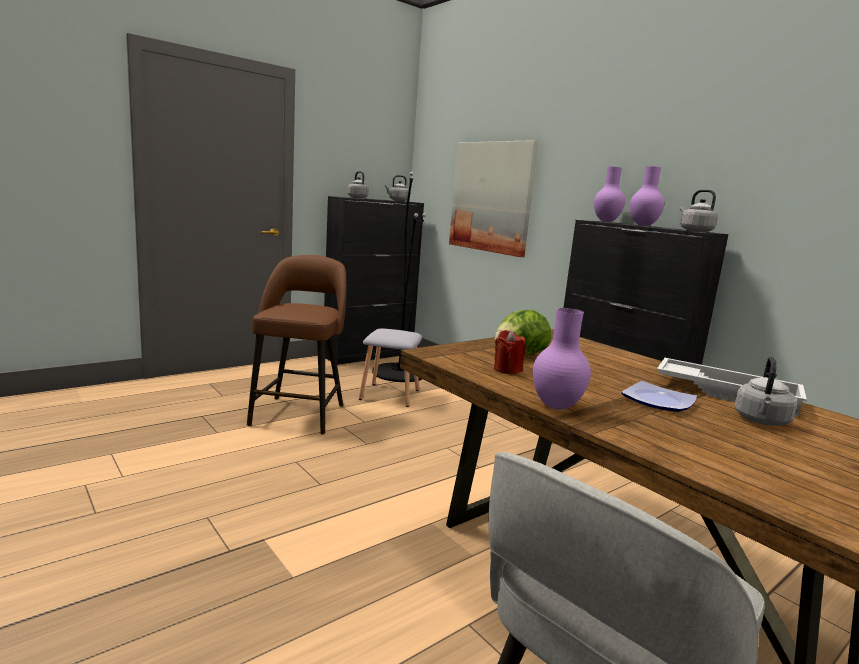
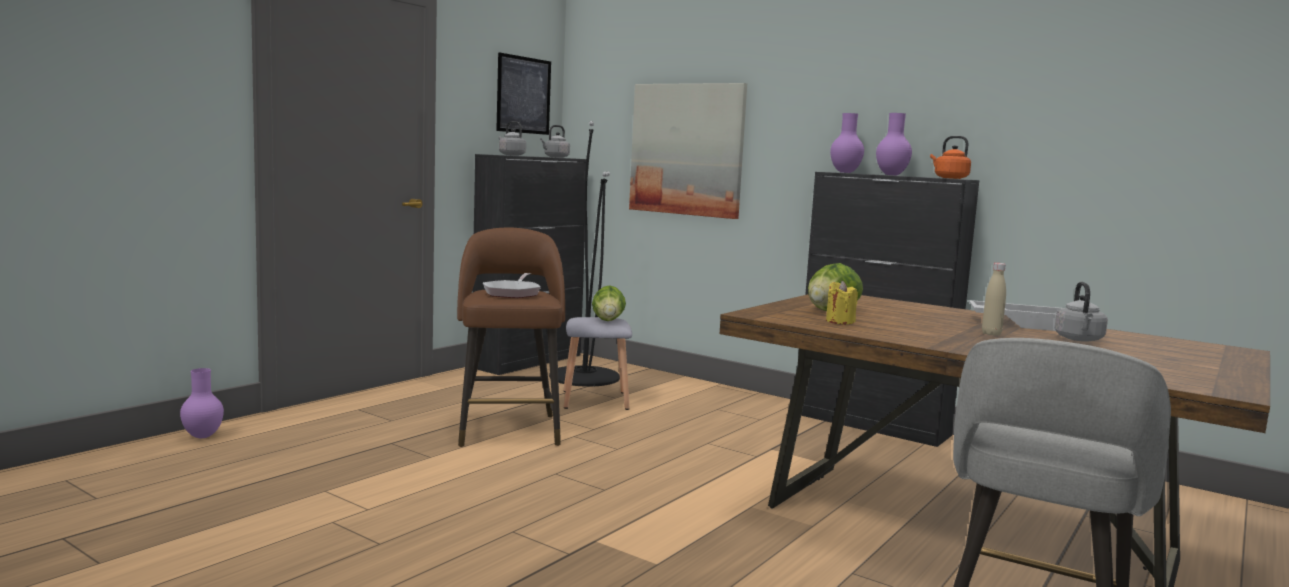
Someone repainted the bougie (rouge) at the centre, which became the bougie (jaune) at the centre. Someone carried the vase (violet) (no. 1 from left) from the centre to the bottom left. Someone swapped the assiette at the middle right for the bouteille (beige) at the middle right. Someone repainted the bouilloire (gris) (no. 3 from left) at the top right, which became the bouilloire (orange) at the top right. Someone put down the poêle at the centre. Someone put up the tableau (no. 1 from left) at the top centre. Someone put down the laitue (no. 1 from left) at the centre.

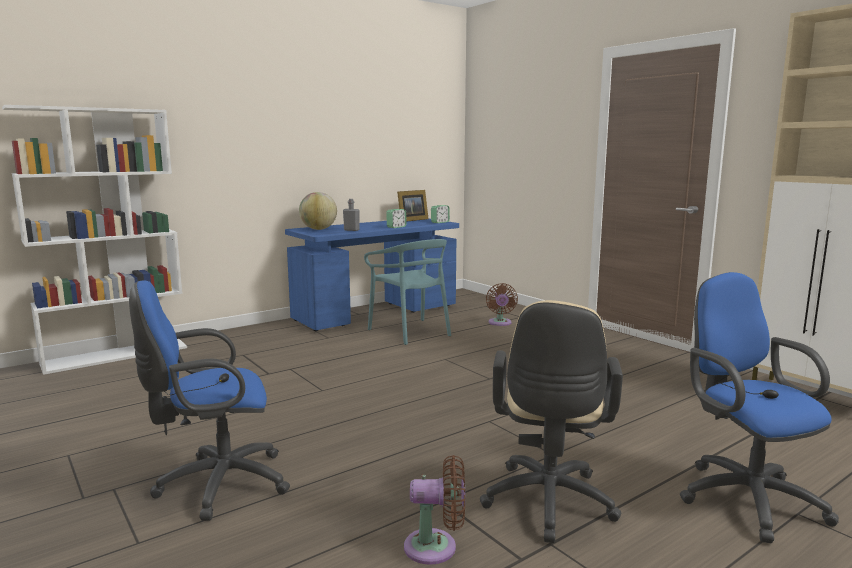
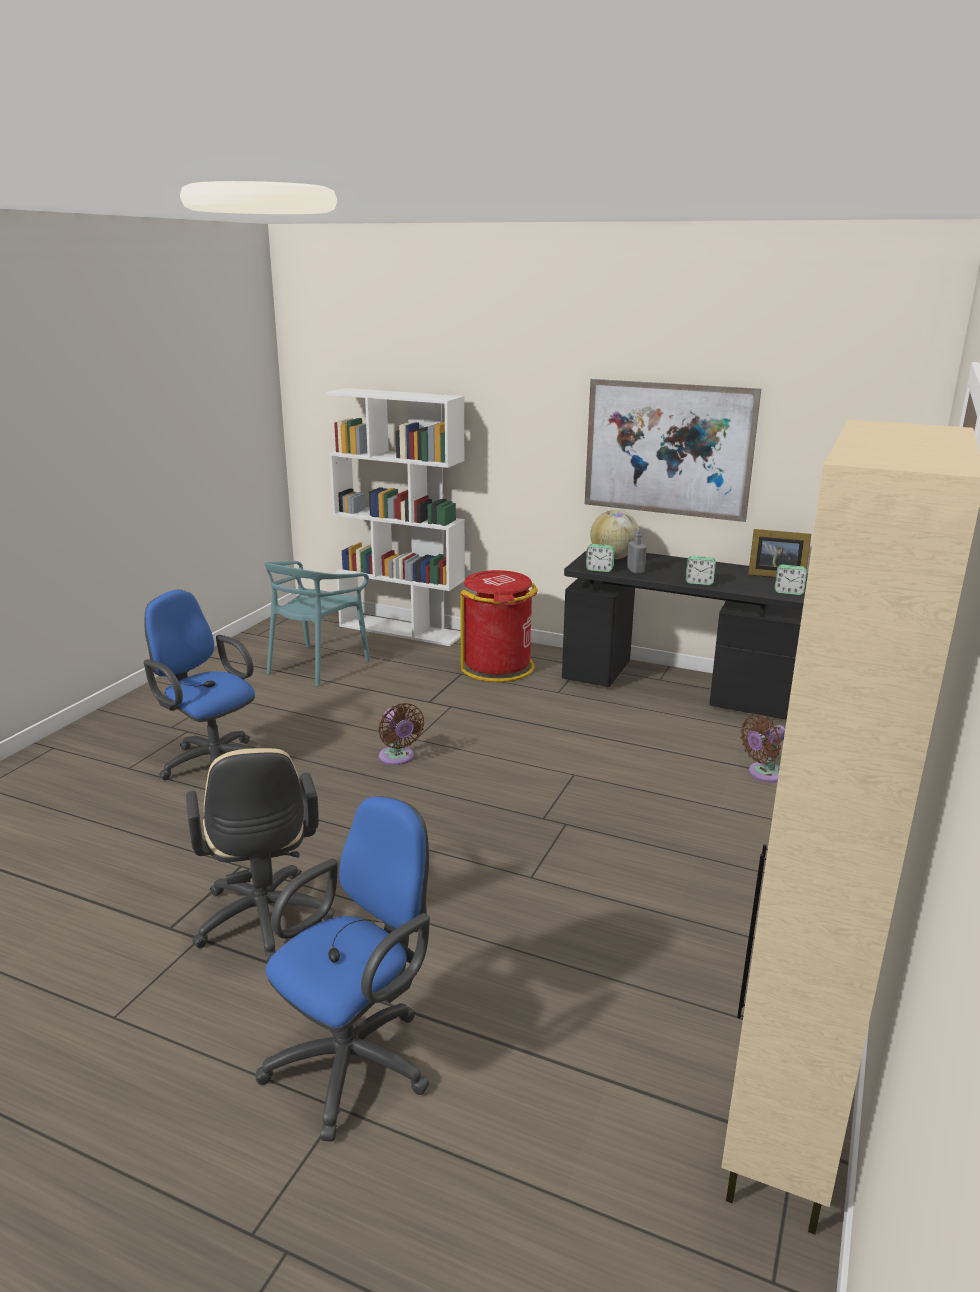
Someone repainted the bureau (bleu) at the centre, which became the bureau (noir) at the middle right. Someone carried the chaise (turquoise) from the centre to the middle left. Someone carried the ventilateur (marron) (no. 1 from left) from the bottom centre to the centre. Someone rotated the chaise de bureau (beige) at the bottom centre by 90 degrees counterclockwise. Someone put down the poubelle (rouge) at the centre. Someone put up the tableau at the middle right. Someone put down the réveil (no. 1 from left) at the centre.

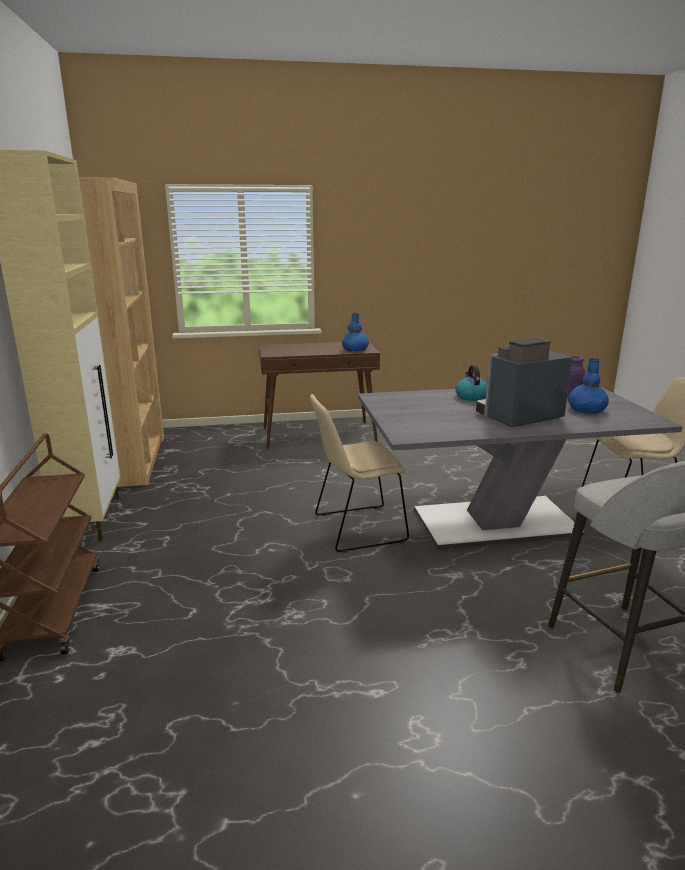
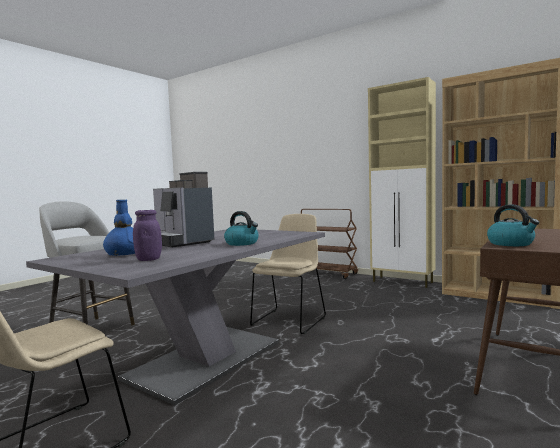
Someone swapped the vase (bleu) (no. 1 from left) at the centre for the bouilloire (no. 2 from left) at the middle right. Someone rotated the machine à café at the middle right by 120 degrees clockwise.

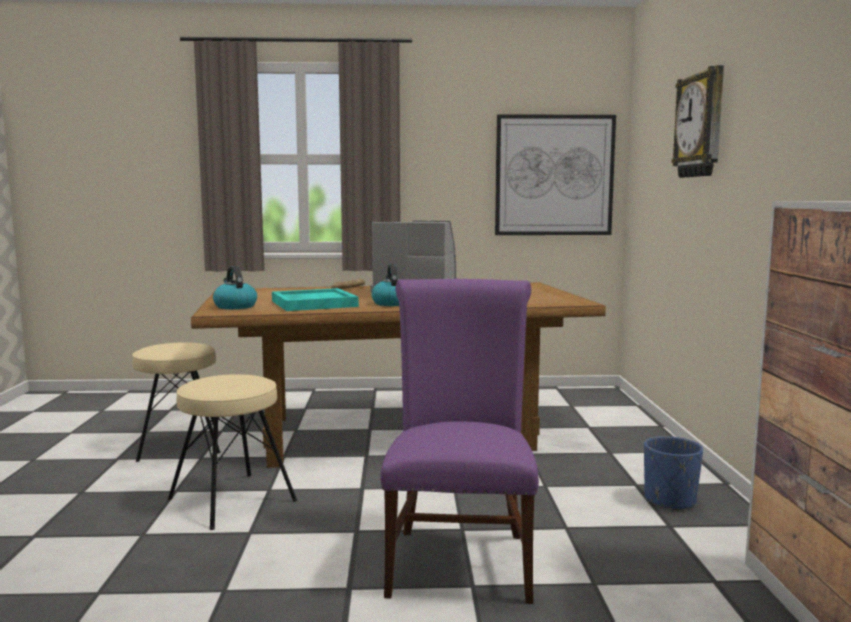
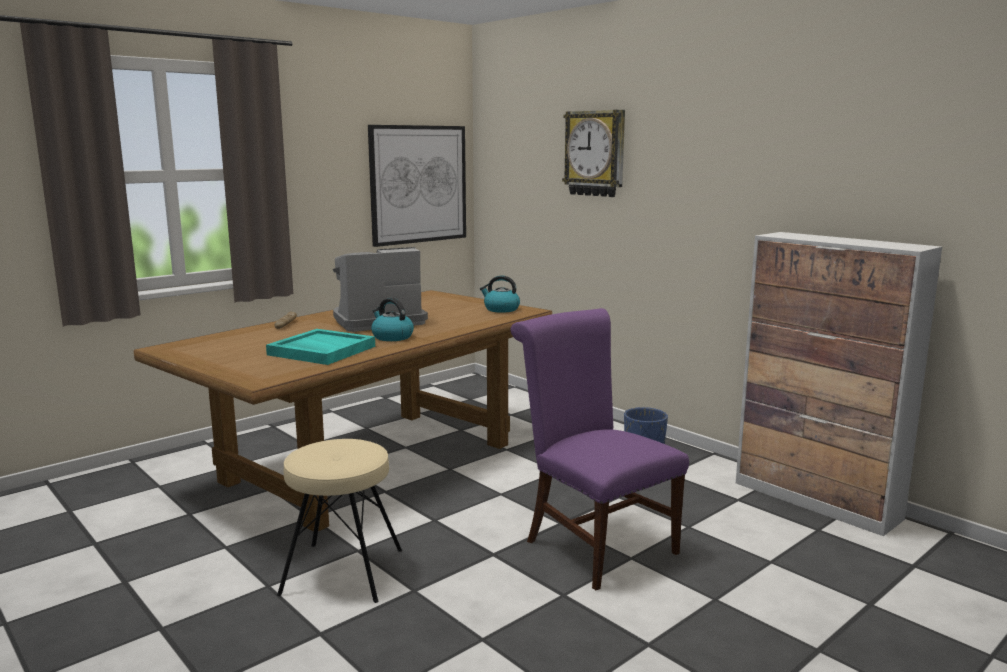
Someone took away the tabouret (beige) (no. 1 from left) at the middle left. Someone carried the bouilloire (no. 1 from left in the first image) from the middle left to the centre.

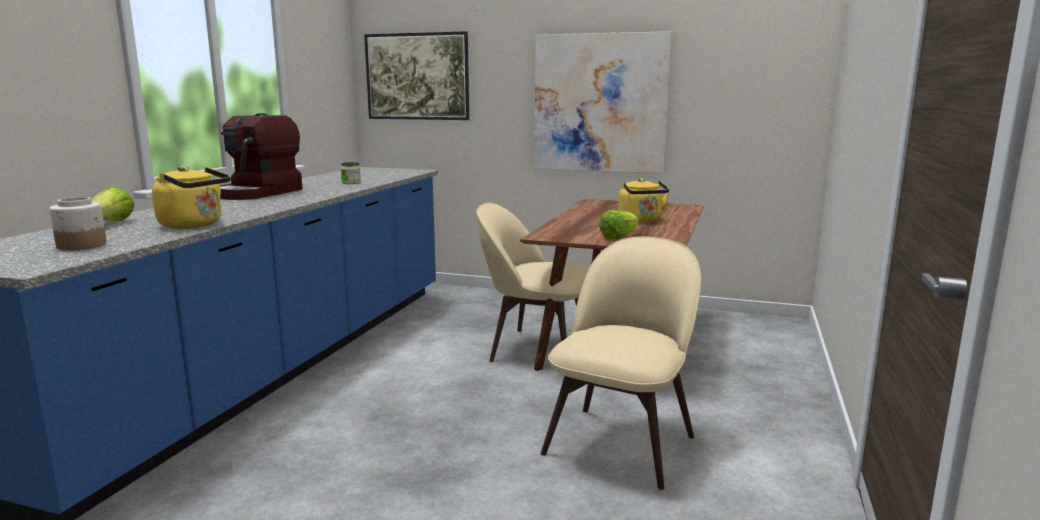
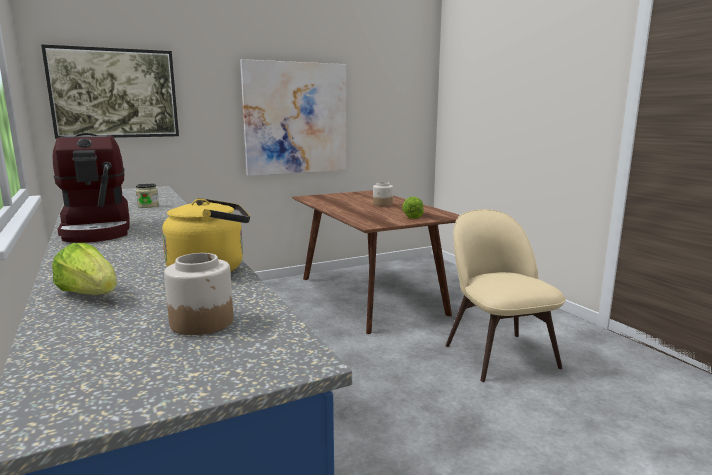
Someone took away the chaise (beige) (no. 1 from left) at the centre. Someone swapped the bouilloire (jaune) (no. 2 from left) at the centre for the bocal (no. 3 from left) at the centre.

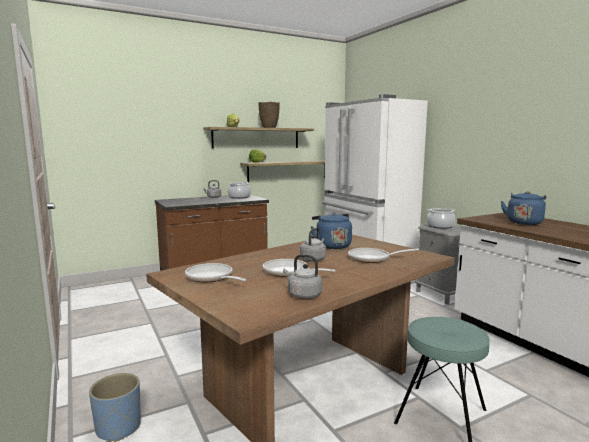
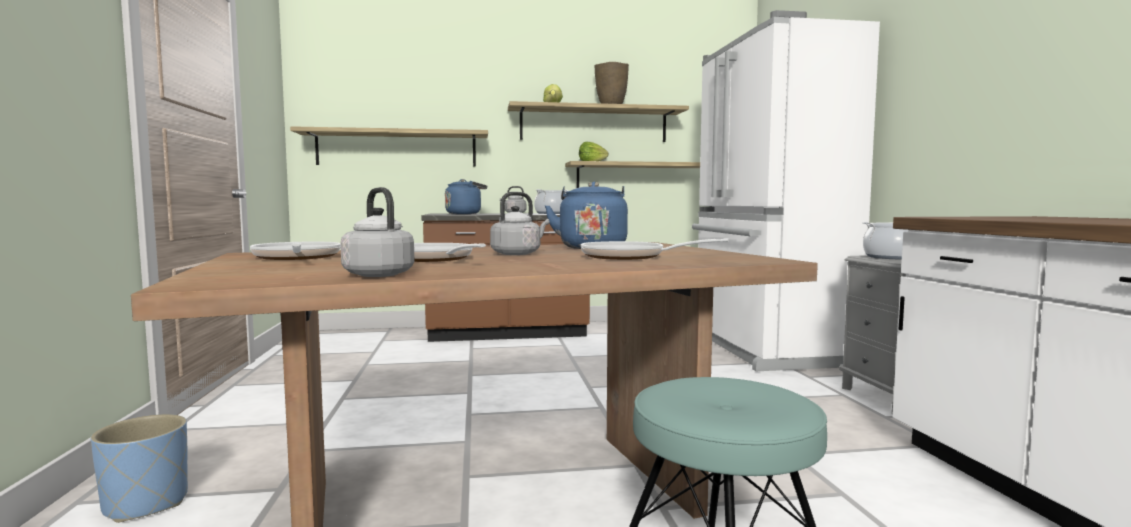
Someone carried the bouilloire (bleu) (no. 2 from left in the first image) from the middle right to the centre. Someone put up the étagère (no. 1 from left) at the top centre.

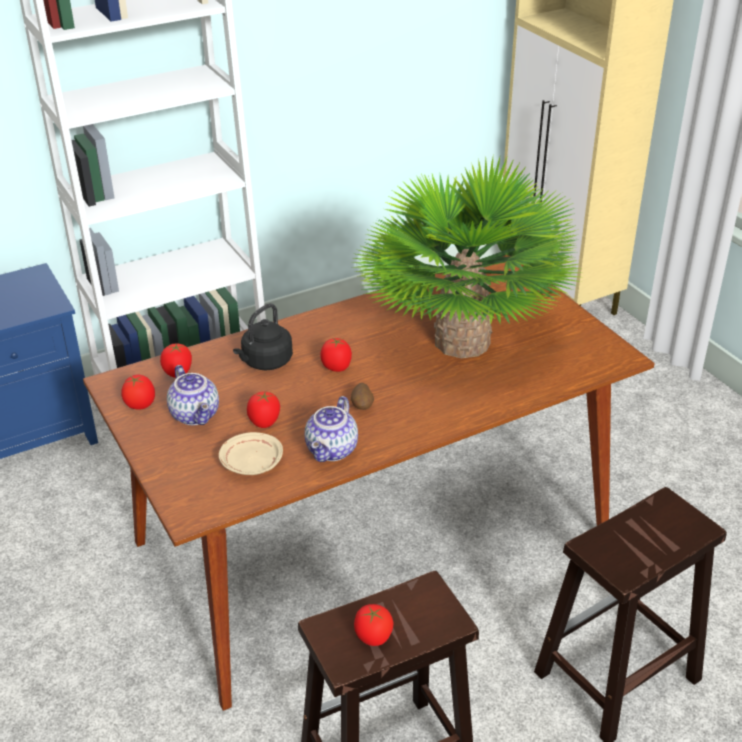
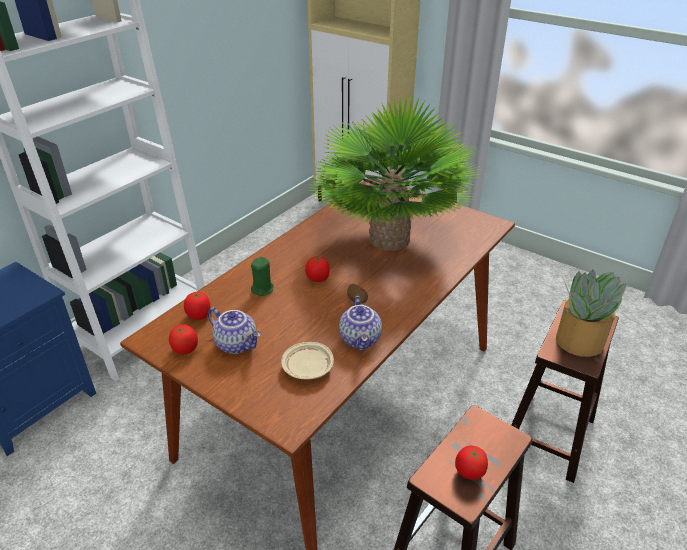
Someone swapped the bouilloire (noir) at the centre for the bougie (vert) at the centre. Someone took away the tomate (no. 3 from left) at the centre. Someone put down the plante en pot (no. 2 from left) at the middle right.

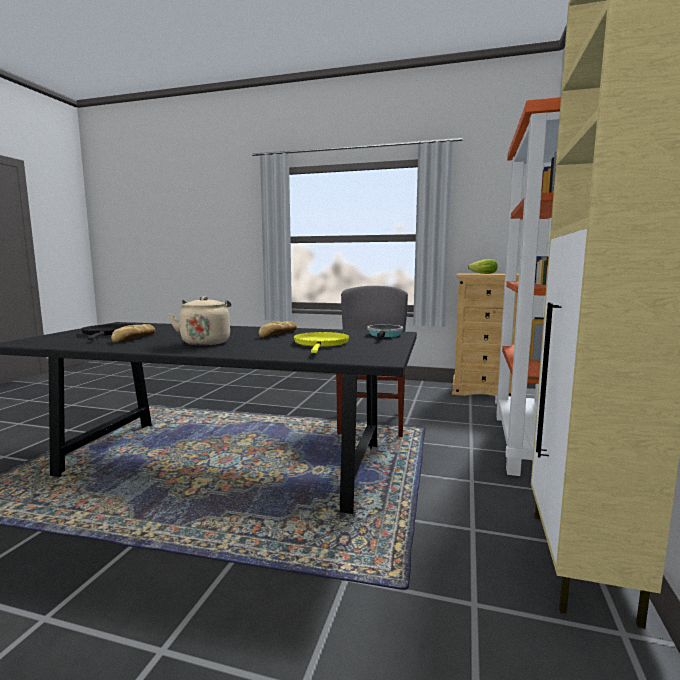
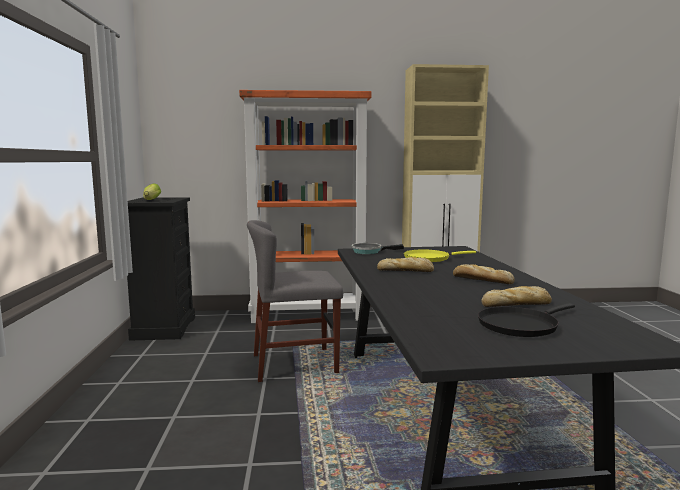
Someone swapped the bouilloire (beige) at the middle left for the pain (no. 2 from left) at the middle right. Someone repainted the commode (beige) at the middle right, which became the commode (noir) at the middle left.

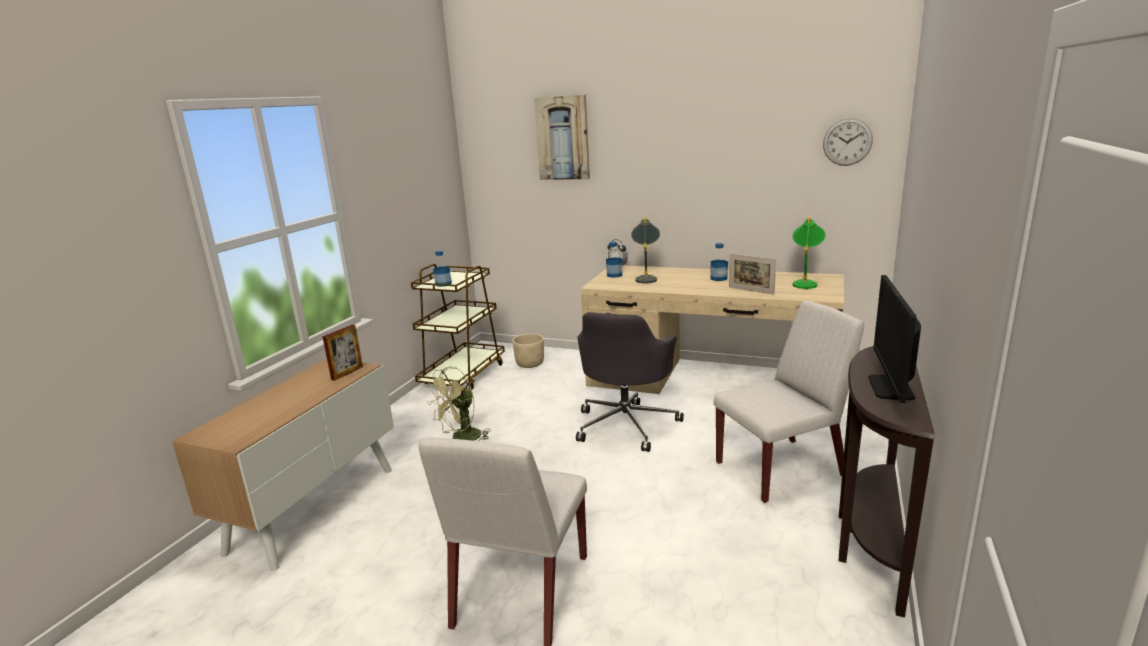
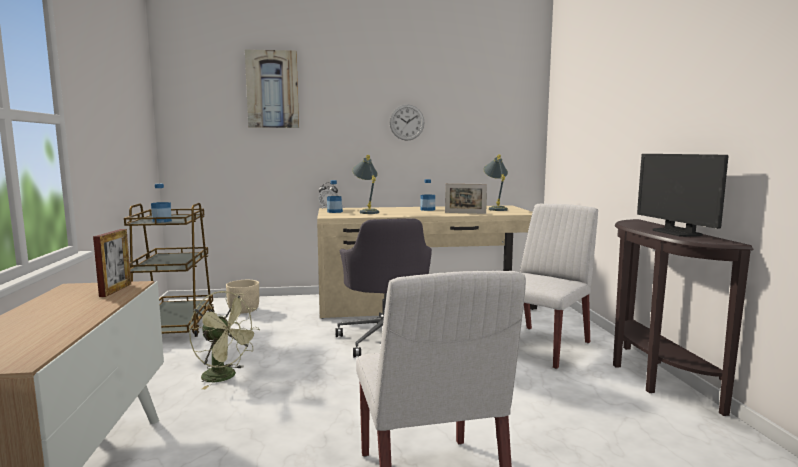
Someone rotated the ventilateur (vert) at the centre by 75 degrees counterclockwise. Someone repainted the lampe de table (vert) at the middle right, which became the lampe de table (gris) (no. 2 from left) at the centre. Someone carried the horloge murale from the top right to the top centre.

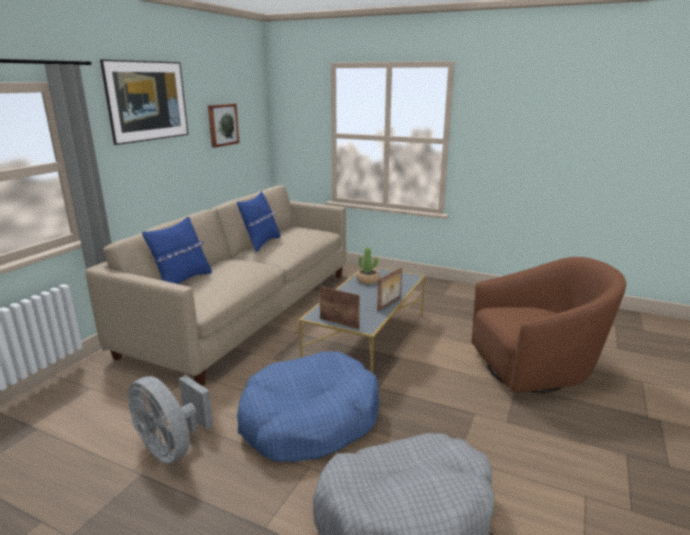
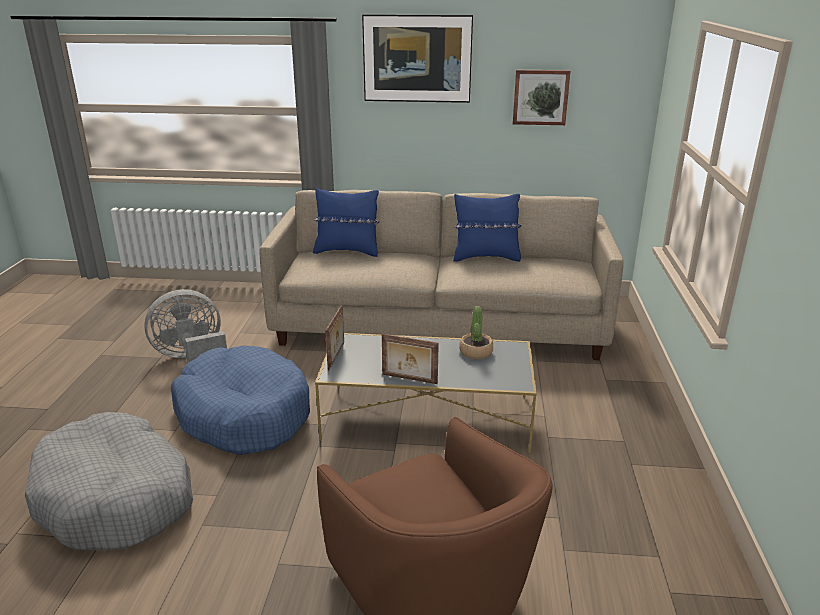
Someone rotated the ventilateur (gris) at the bottom left by 45 degrees clockwise.

